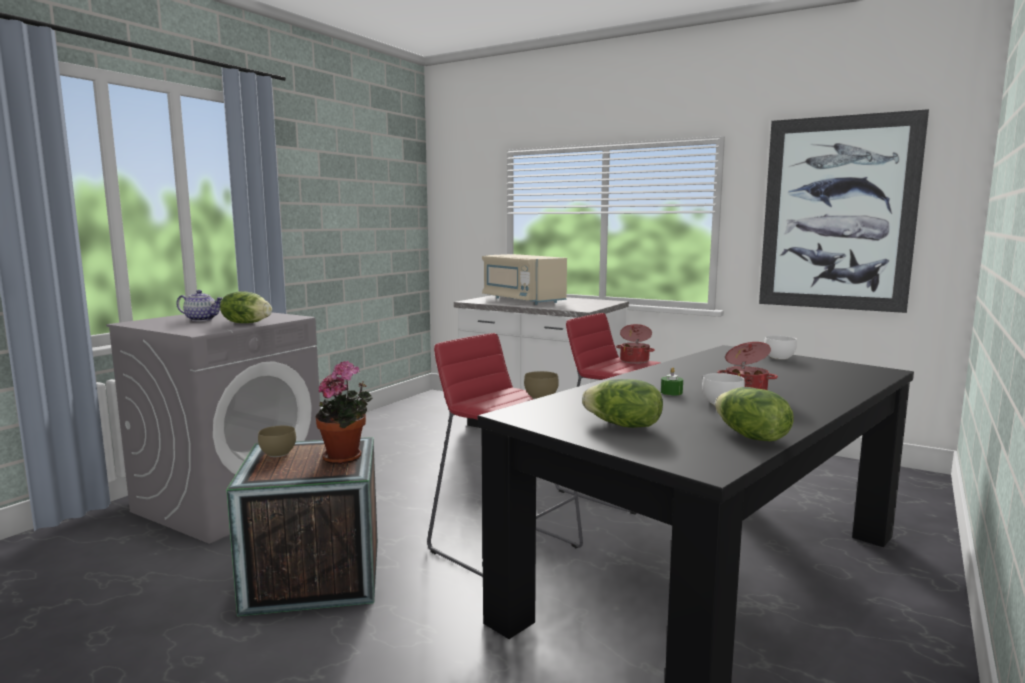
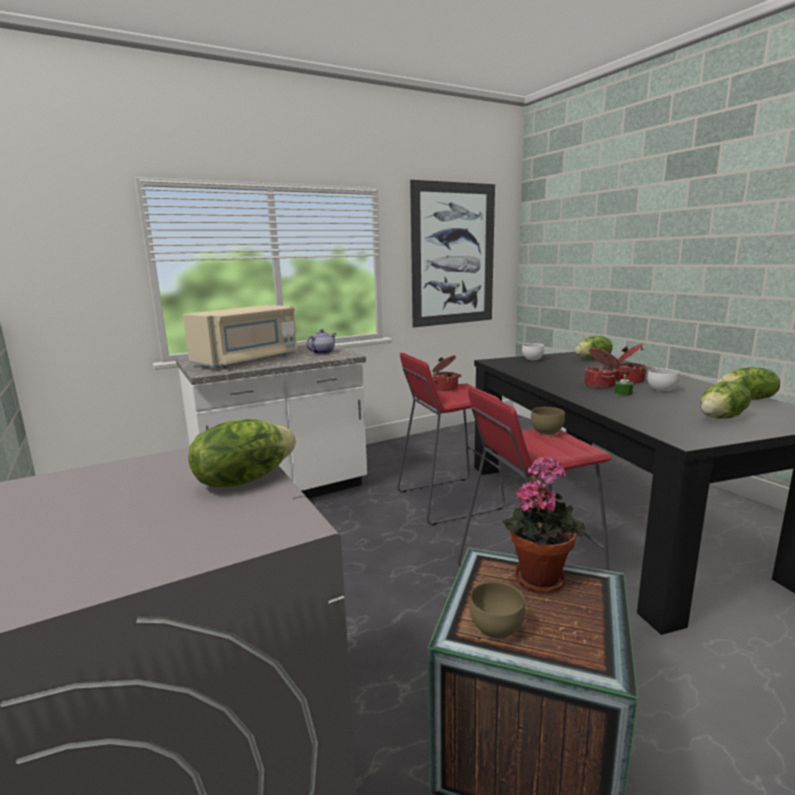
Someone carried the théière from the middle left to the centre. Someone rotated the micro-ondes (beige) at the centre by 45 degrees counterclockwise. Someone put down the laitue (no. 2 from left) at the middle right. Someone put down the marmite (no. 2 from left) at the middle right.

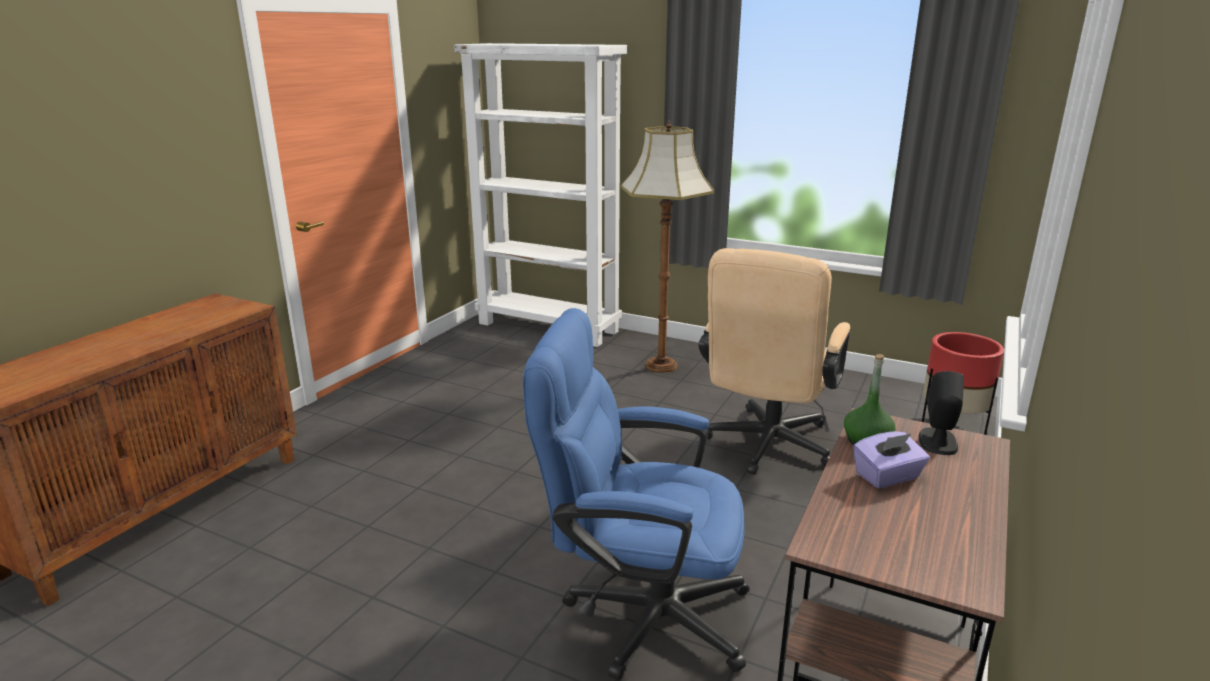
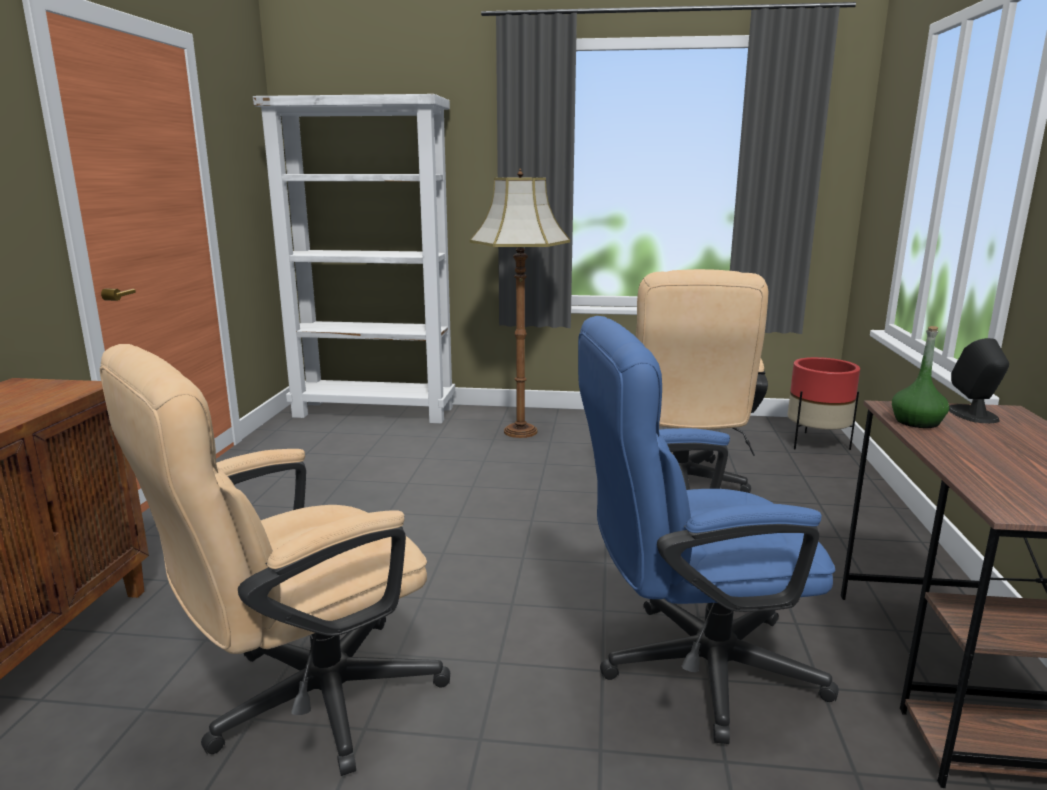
Someone took away the boîte à mouchoirs (violet) at the bottom right. Someone put down the chaise de bureau (beige) (no. 1 from left) at the bottom left.

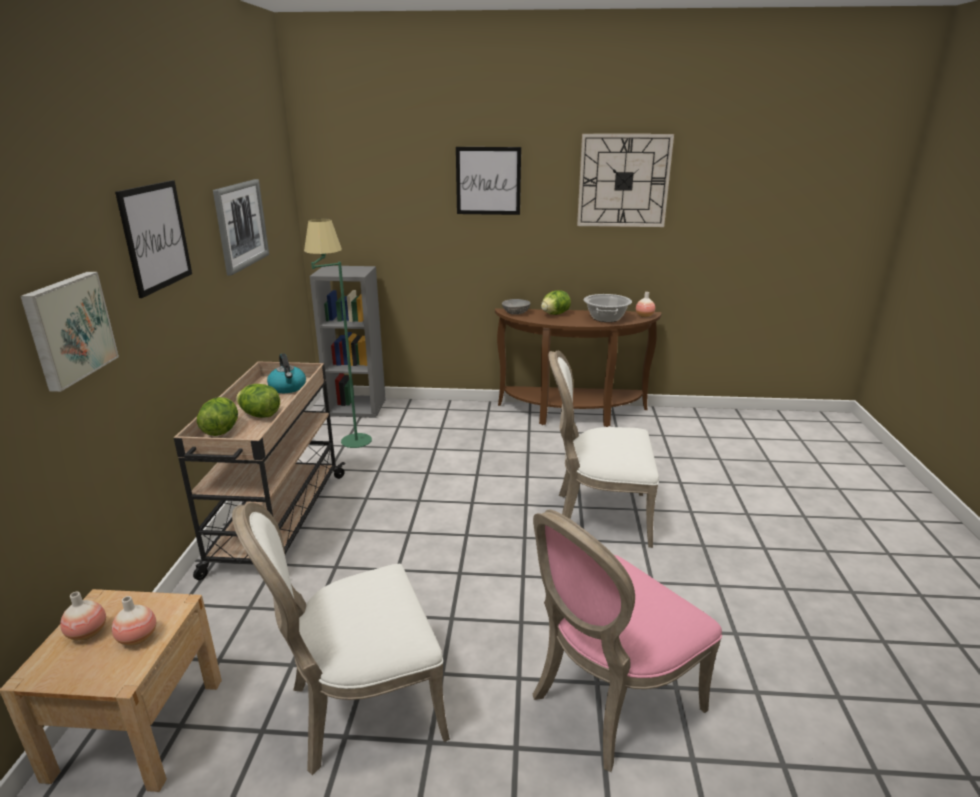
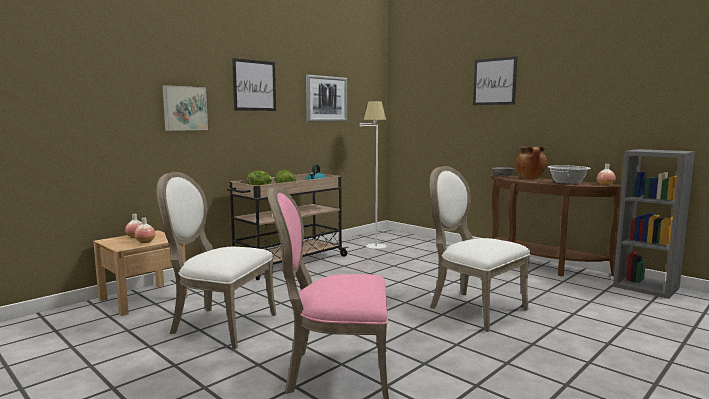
Someone repainted the lampadaire (vert) at the centre, which became the lampadaire (blanc) at the centre. Someone carried the bibliothèque (gris) from the centre to the middle right. Someone swapped the laitue (no. 3 from left) at the centre for the marmite (no. 1 from left) at the middle right. Someone took away the horloge murale at the top centre.

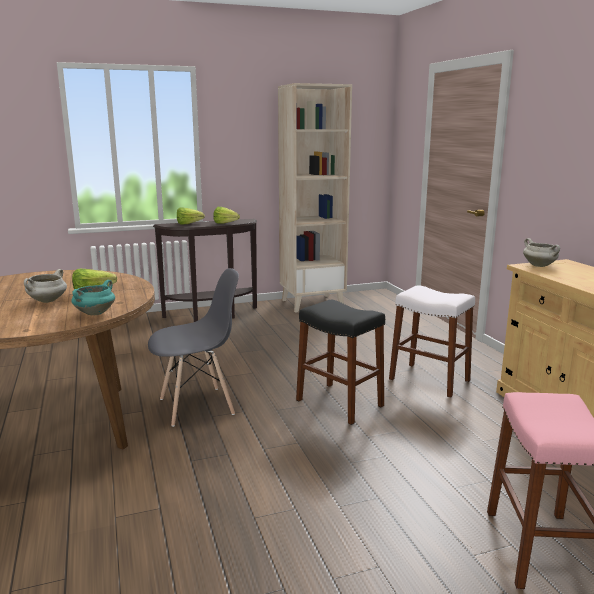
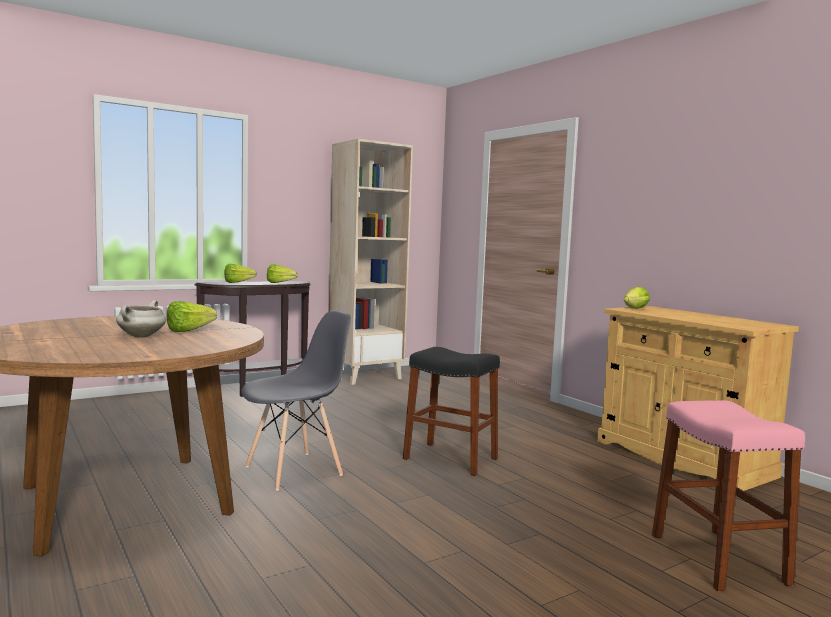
Someone took away the marmite (turquoise) at the middle left. Someone took away the tabouret (blanc) at the middle right. Someone swapped the marmite (blanc) (no. 2 from left) at the middle right for the laitue (no. 4 from left) at the middle right.

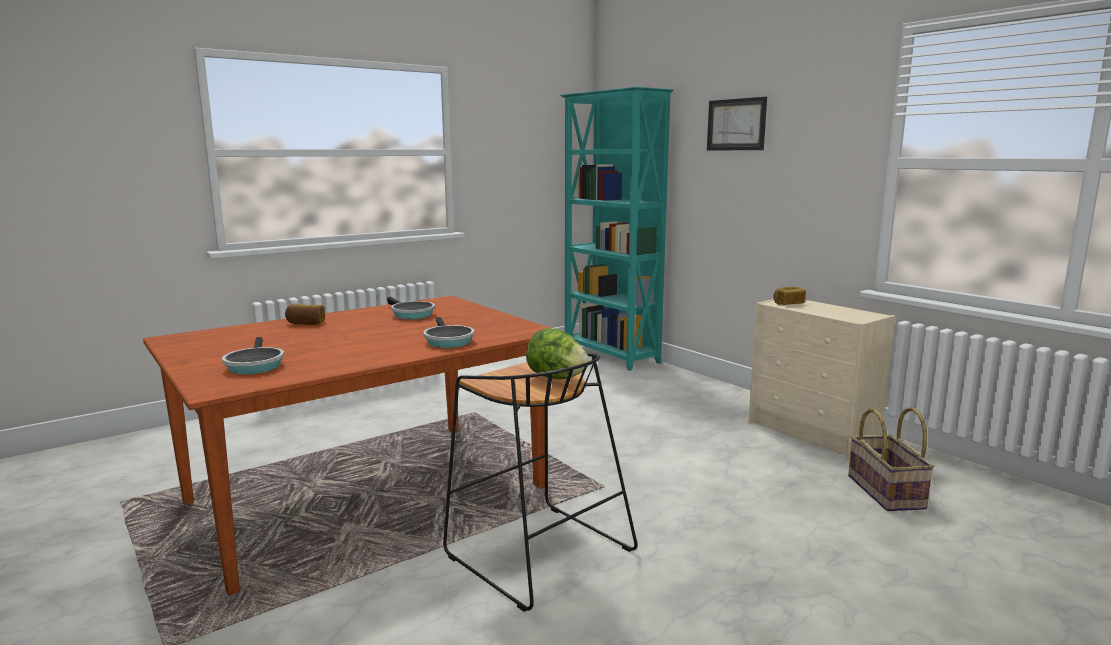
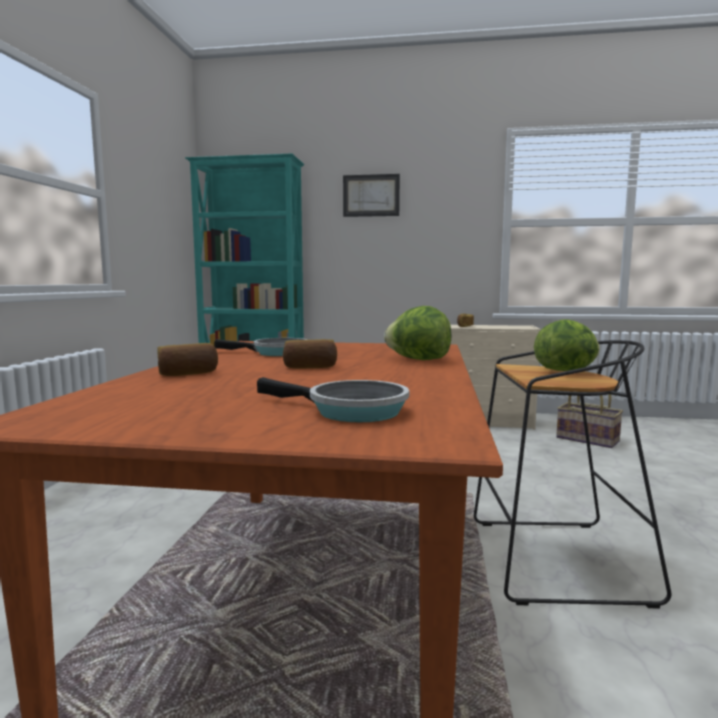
Someone swapped the poêle (no. 3 from left) at the centre for the laitue (no. 1 from left) at the centre. Someone put down the pain (no. 2 from left) at the centre.

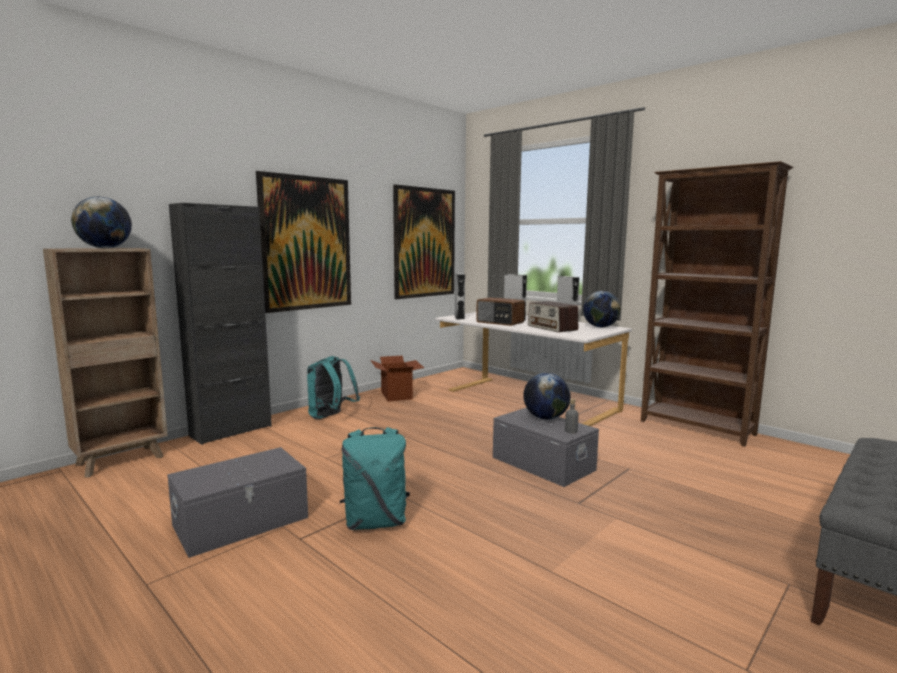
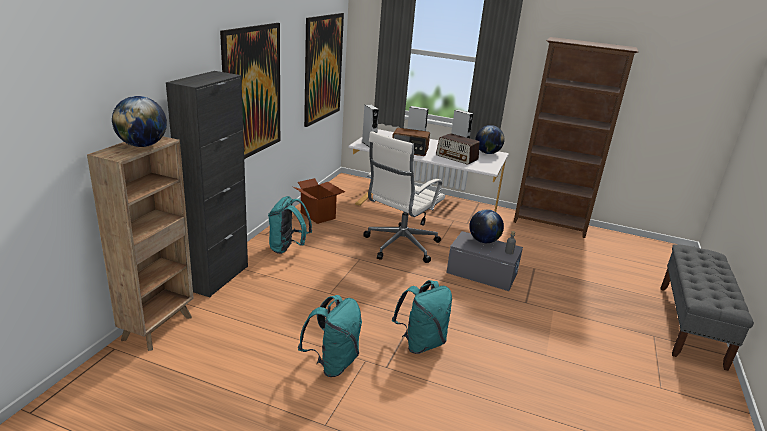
Someone swapped the boîte de rangement (gris) (no. 1 from left) at the bottom left for the sac à dos (turquoise) (no. 2 from left) at the bottom centre. Someone put down the chaise de bureau (blanc) at the centre.

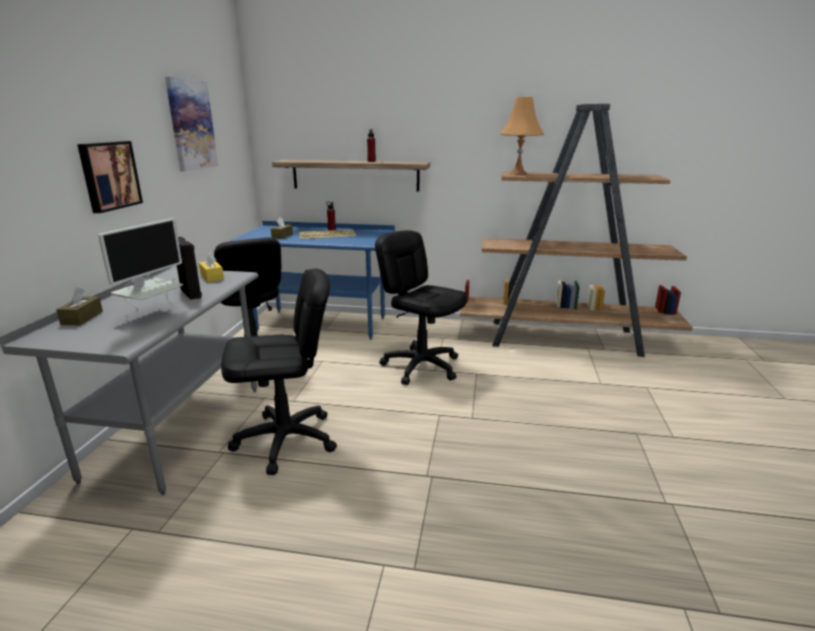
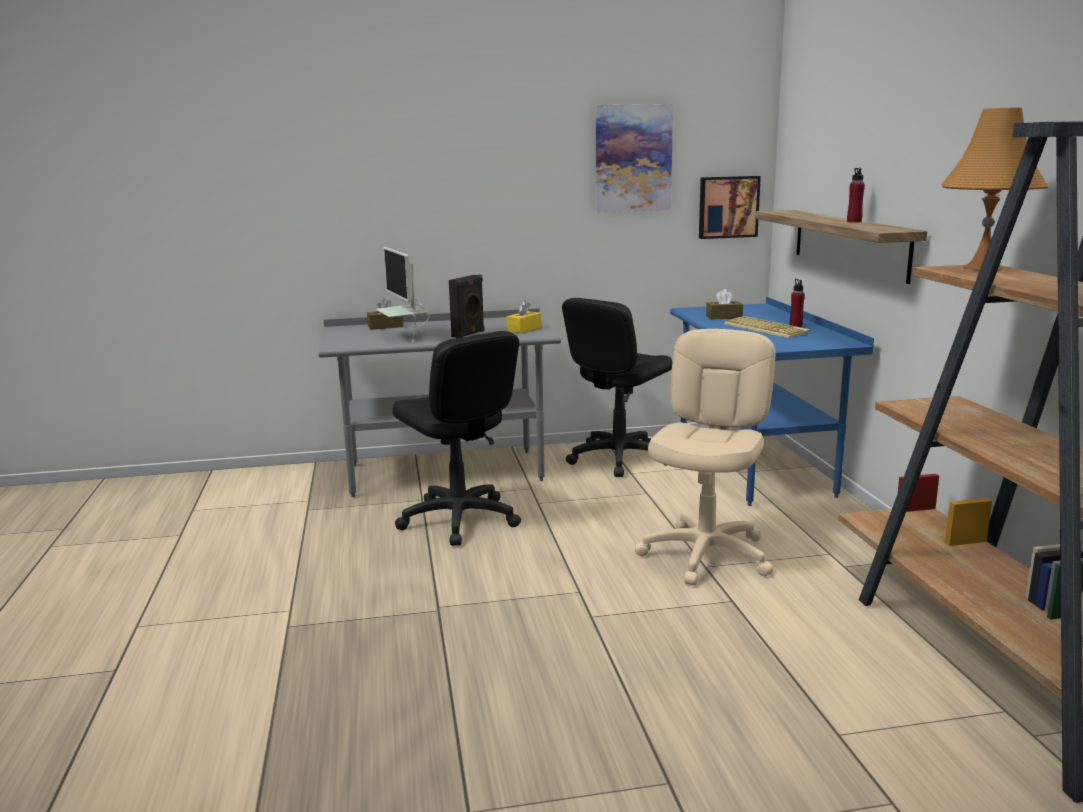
Someone carried the tableau (no. 1 from left in the first image) from the top left to the top right. Someone rotated the écran d'ordinateur at the middle left by 60 degrees clockwise. Someone repainted the chaise de bureau (noir) (no. 3 from left) at the centre, which became the chaise de bureau (beige) at the centre.

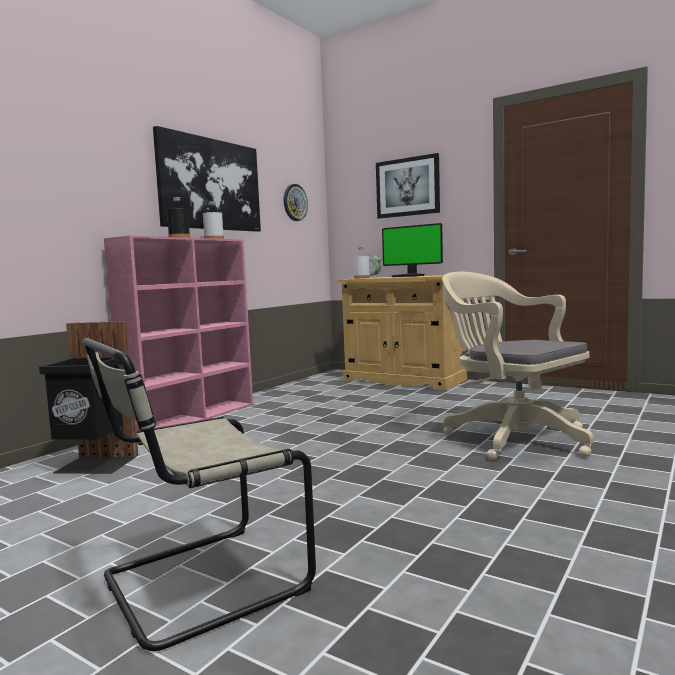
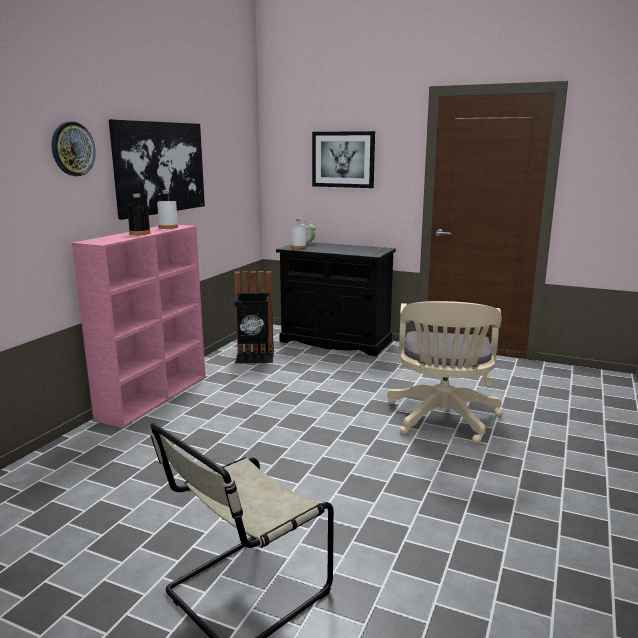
Someone carried the poubelle (noir) from the middle left to the centre. Someone carried the horloge murale from the top centre to the top left. Someone repainted the meuble de rangement (beige) at the centre, which became the meuble de rangement (noir) at the centre. Someone took away the écran d'ordinateur at the centre. Someone rotated the chaise de bureau (beige) at the middle right by 120 degrees counterclockwise.

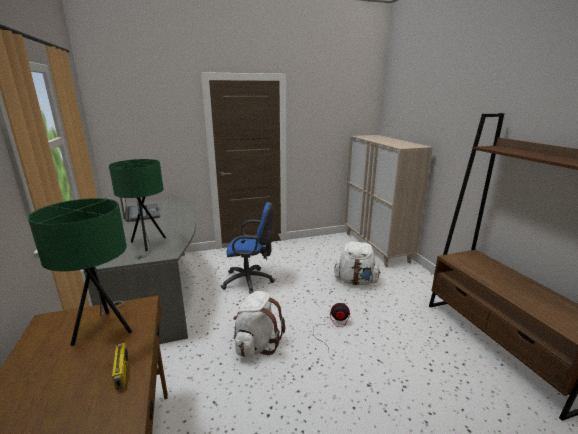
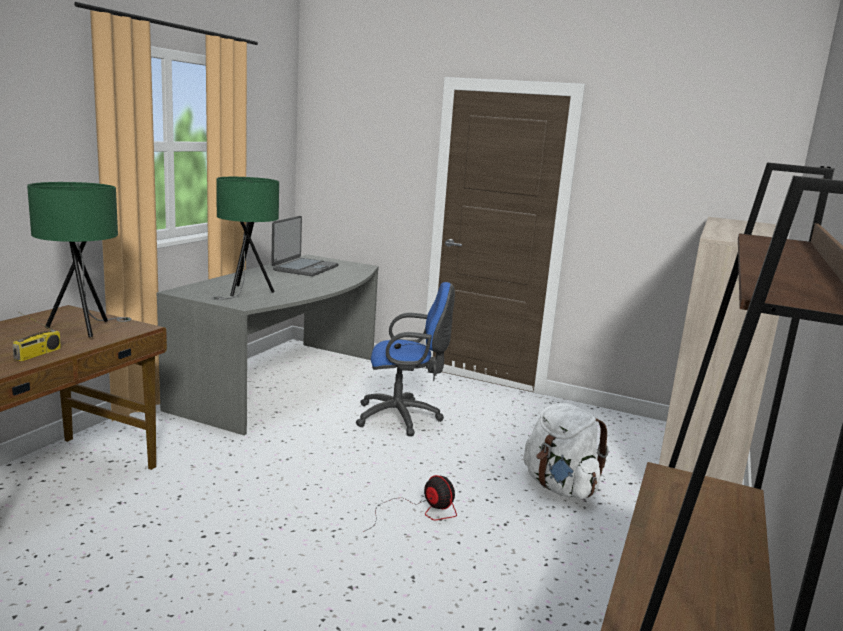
Someone rotated the chaise de bureau (bleu) at the centre by 45 degrees counterclockwise. Someone took away the sac à dos (blanc) (no. 1 from left) at the bottom centre.

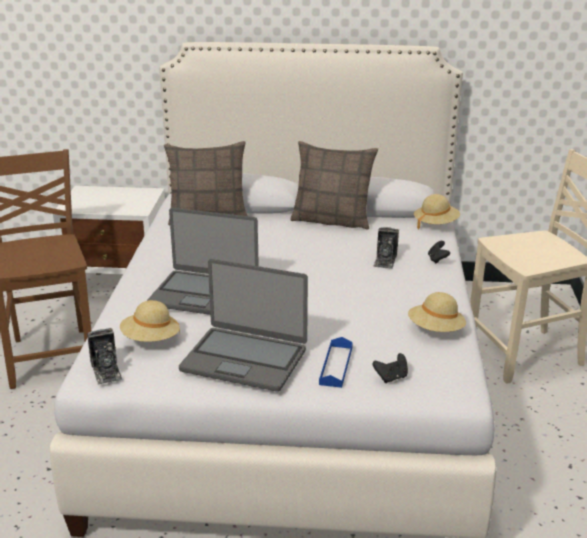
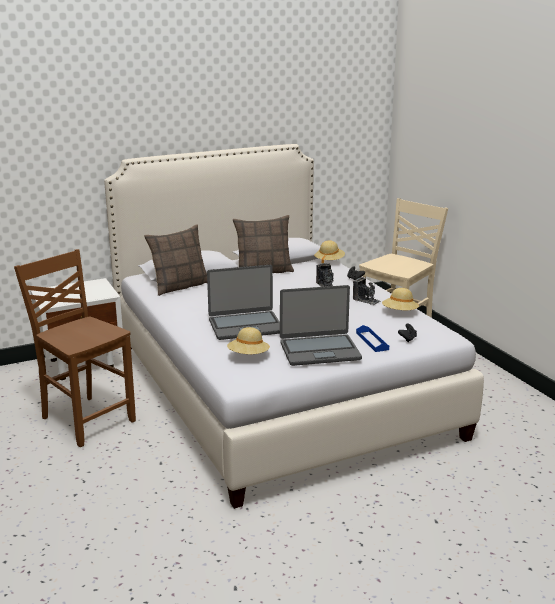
Someone carried the appareil photo (no. 1 from left in the first image) from the middle left to the centre.

